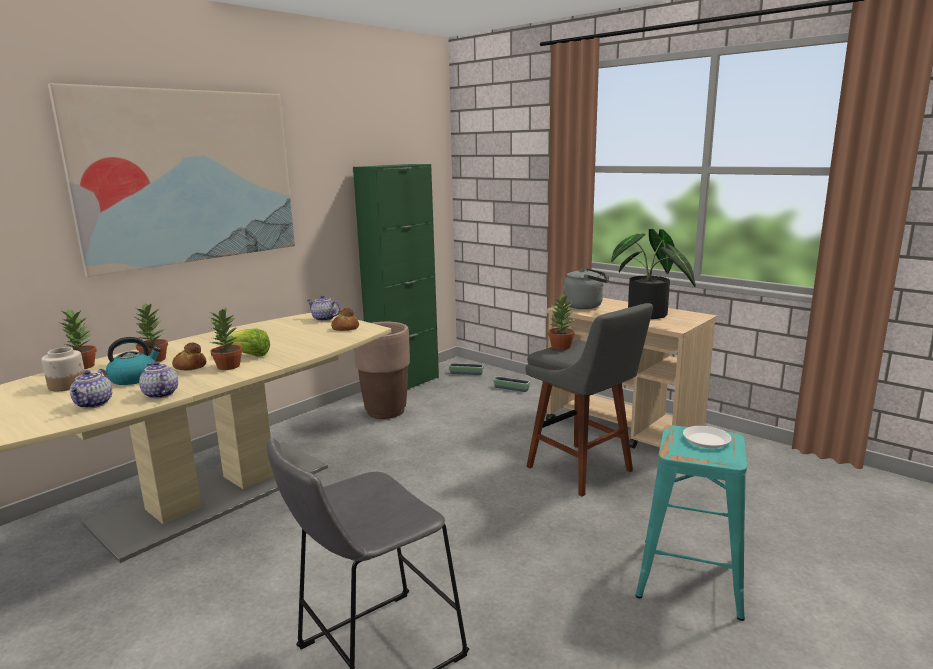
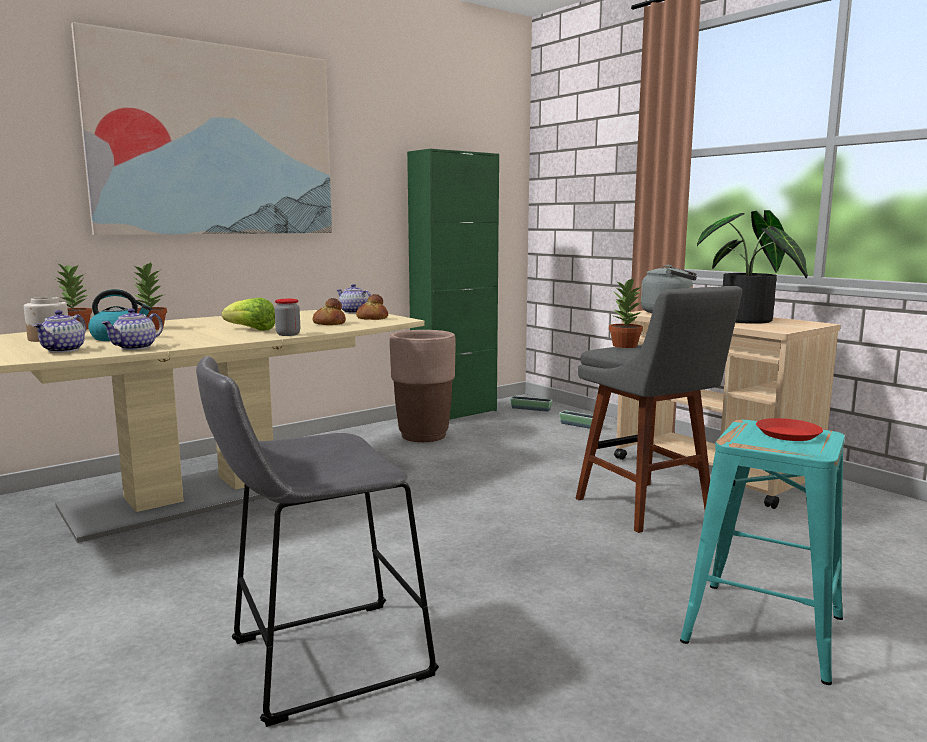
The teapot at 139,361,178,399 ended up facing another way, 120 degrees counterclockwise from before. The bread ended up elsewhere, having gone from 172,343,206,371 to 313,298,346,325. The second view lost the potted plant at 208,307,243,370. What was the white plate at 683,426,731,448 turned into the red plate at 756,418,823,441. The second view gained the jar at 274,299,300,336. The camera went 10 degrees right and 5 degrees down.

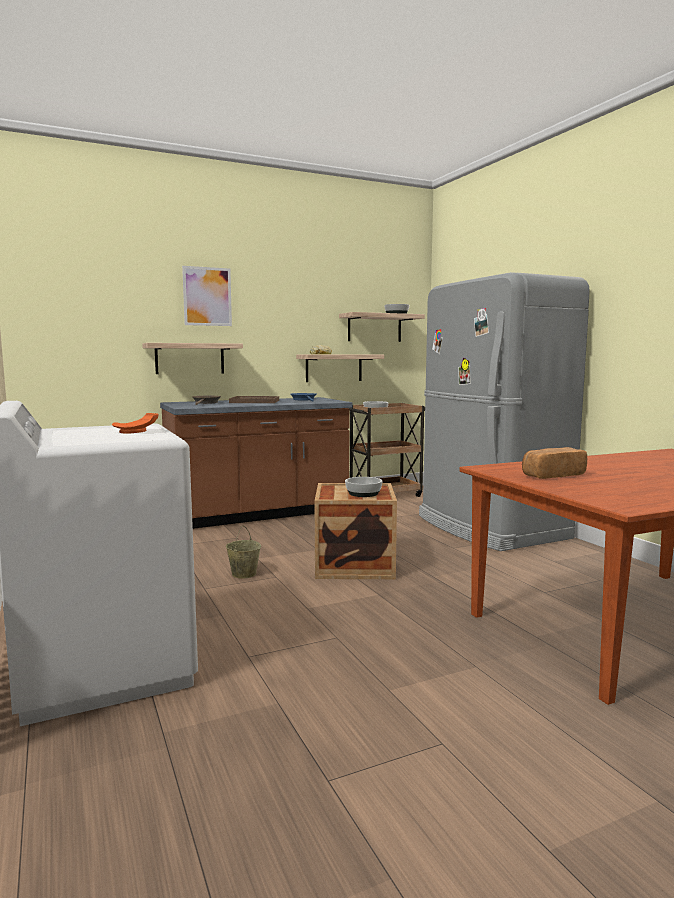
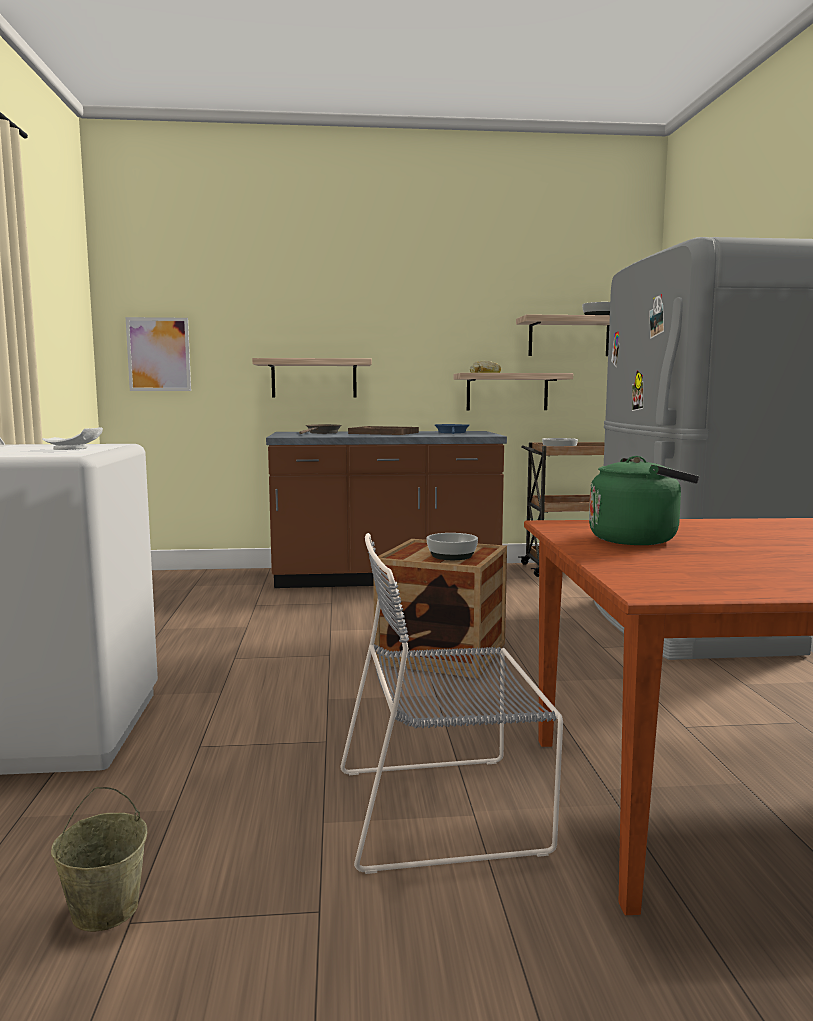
What was the orange plate at 112,413,158,434 turned into the white plate at 42,428,103,450. The picture ended up elsewhere, having gone from 182,266,232,326 to 126,317,191,391. The beige bucket ended up elsewhere, having gone from 226,525,261,578 to 51,787,147,932. Where the bread stood at 522,447,587,479, the green kettle came to stand at 589,456,699,545. The second view gained the grey chair at 340,533,563,874. The camera went 20 degrees right and 0 degrees up.

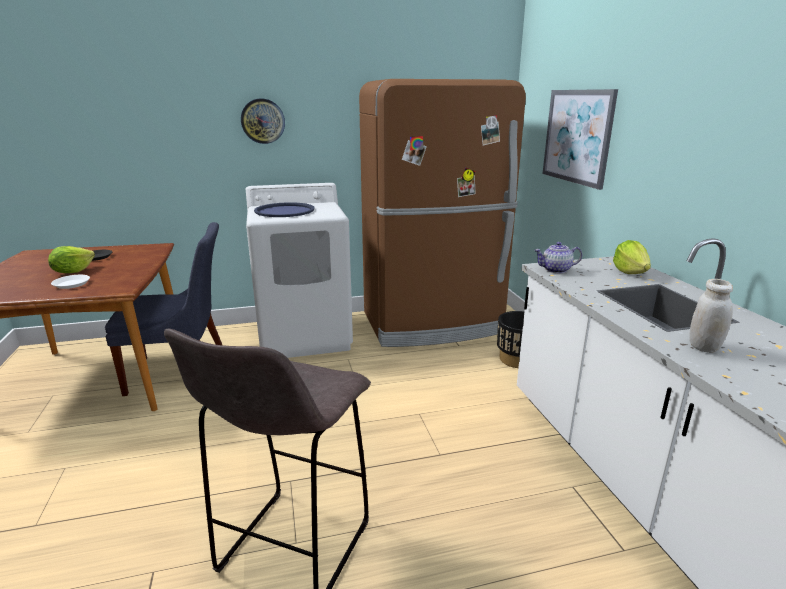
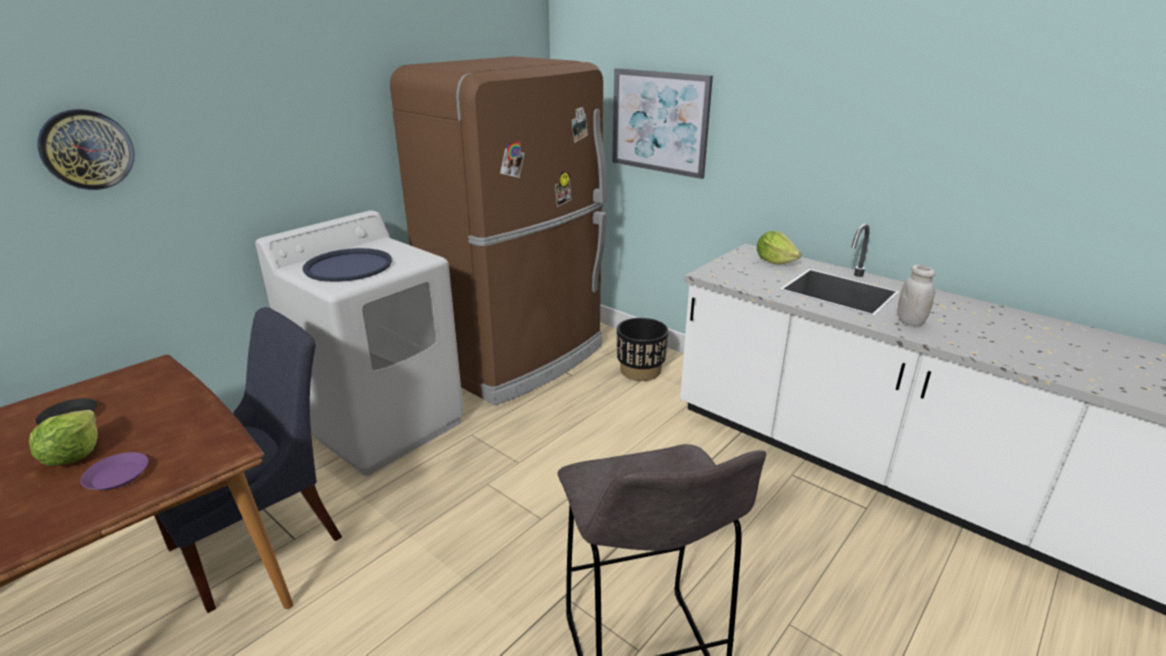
What was the white plate at 51,275,90,289 turned into the purple plate at 80,452,149,490. The wall clock ended up elsewhere, having gone from 241,98,285,144 to 38,109,135,190. The second view lost the teapot at 534,242,582,273. The camera went 35 degrees left and 5 degrees up.

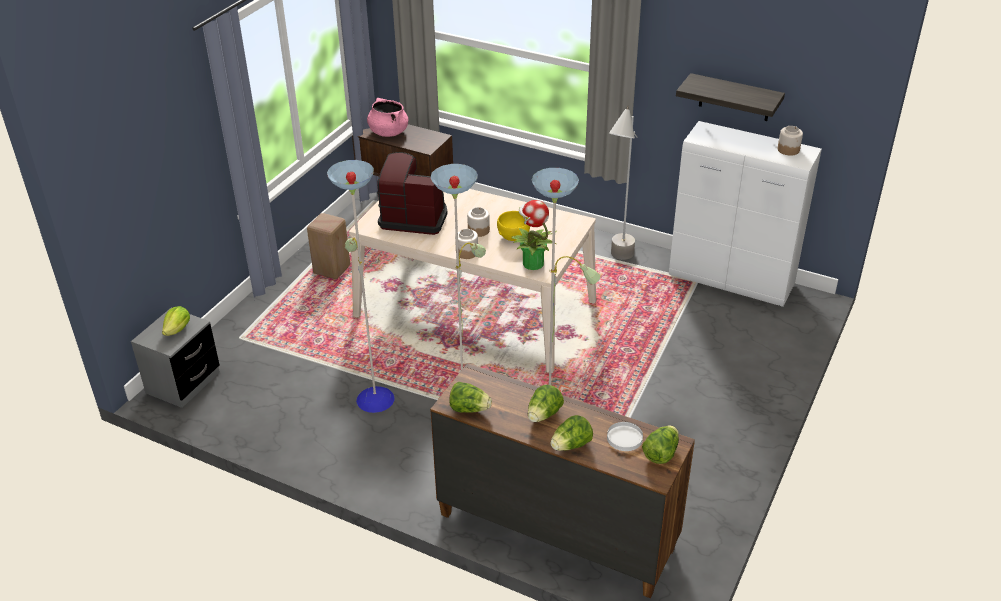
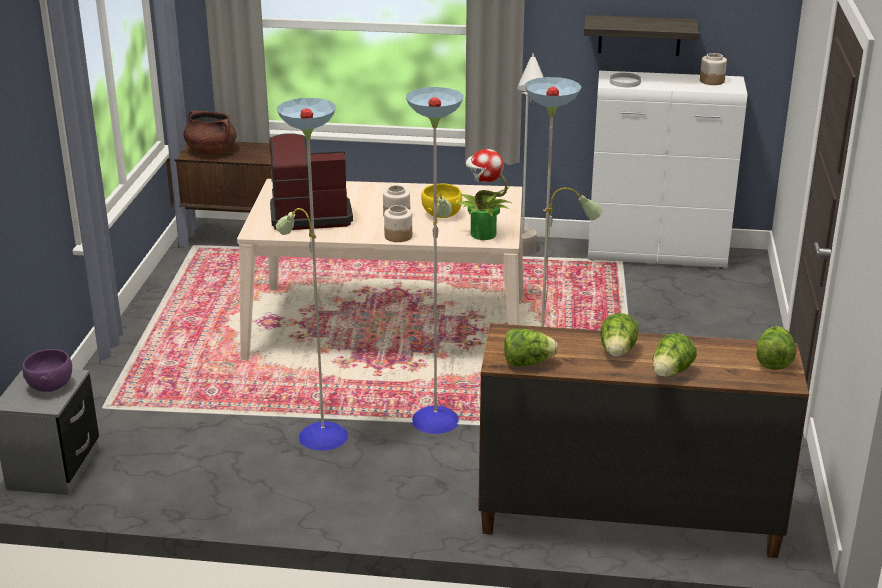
Where the lettuce stood at 162,306,190,336, the purple bowl came to stand at 22,349,72,392. The second view lost the beige stool at 307,213,350,279. What was the pink cooking pot at 367,98,408,137 turned into the brown cooking pot at 183,110,236,155. The white plate ended up elsewhere, having gone from 607,422,643,451 to 610,73,641,87. The camera went 20 degrees left and 10 degrees down.

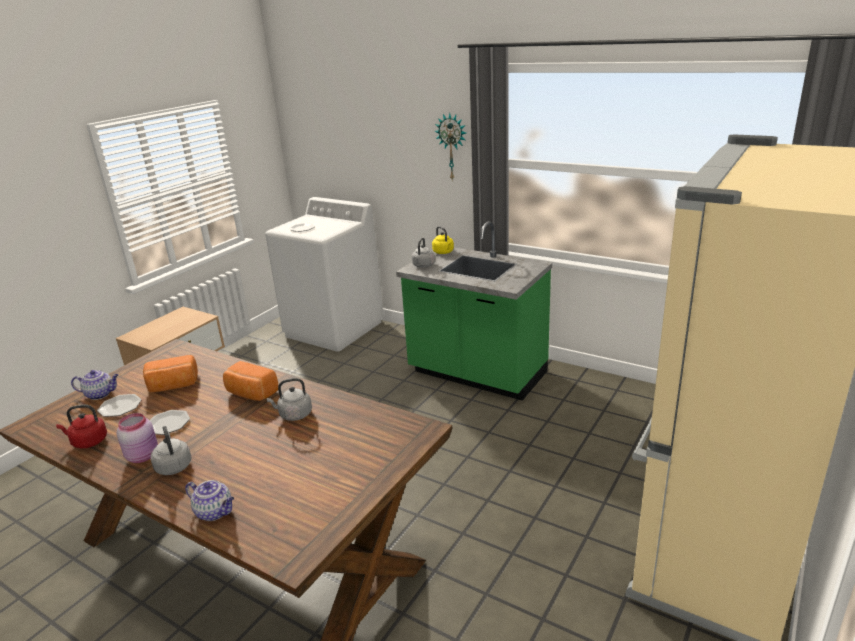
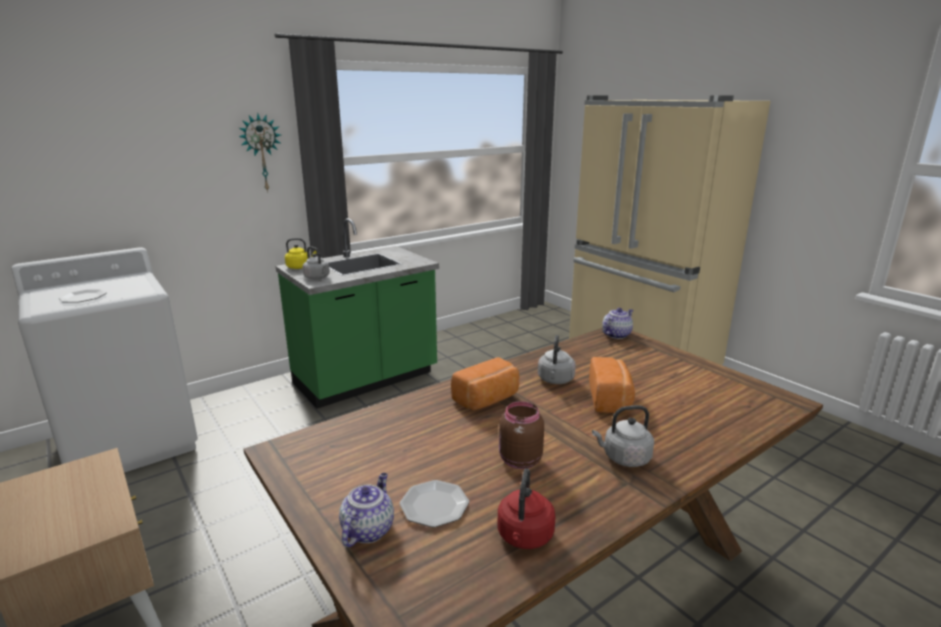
The second view lost the pink jar at 117,413,158,463. The bread ended up elsewhere, having gone from 143,355,198,392 to 589,357,635,413. Where the plate stood at 150,410,190,435, the brown jar came to stand at 499,401,544,469. The teapot ended up elsewhere, having gone from 185,480,234,521 to 602,308,633,339. The camera went 70 degrees left and 5 degrees down.

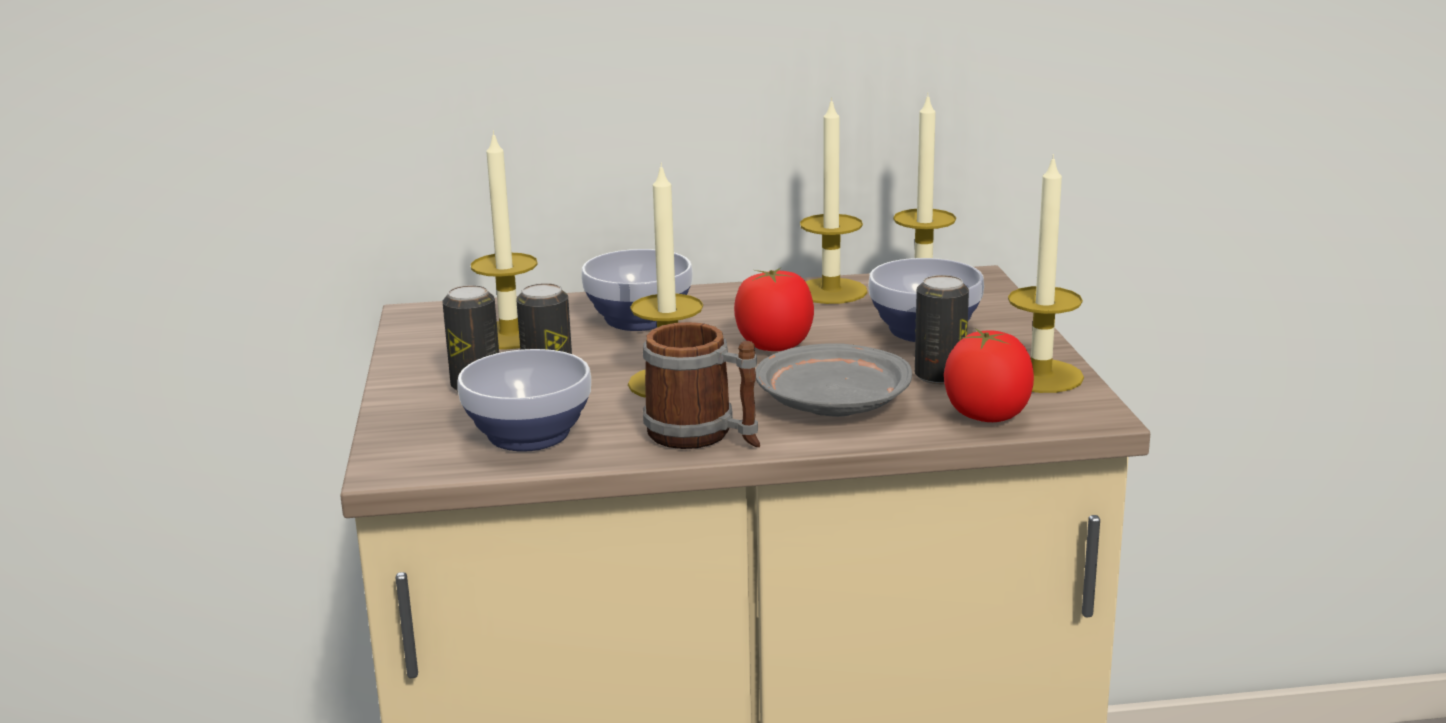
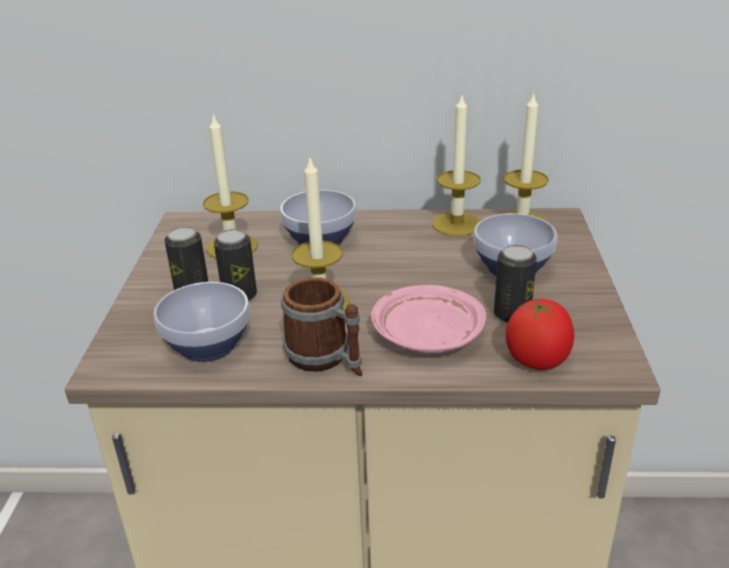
The second view lost the tomato at 734,267,814,351. What was the grey plate at 755,343,912,417 turned into the pink plate at 371,285,486,354. The second view lost the candle at 1008,154,1084,393. The camera went 10 degrees right and 10 degrees up.

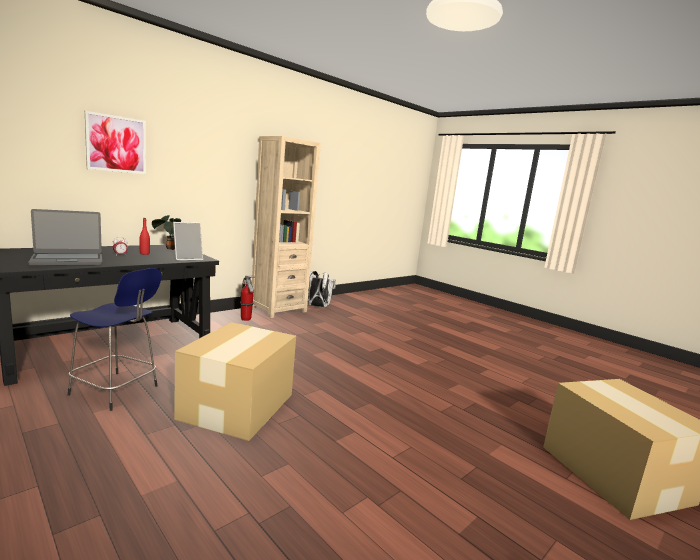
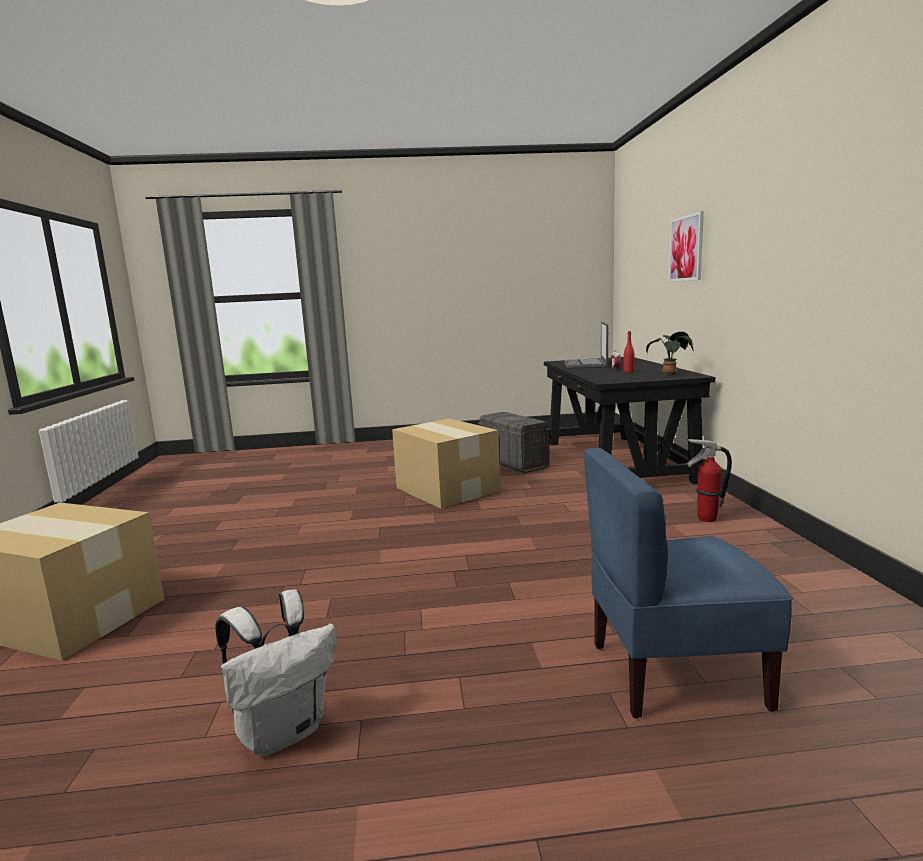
Where the blue stool stood at 68,268,162,411, the grey storage box came to stand at 478,412,551,474. The second view lost the picture frame at 173,222,203,261. The second view lost the beige bookcase at 252,136,321,318. The white backpack ended up elsewhere, having gone from 308,271,336,307 to 215,590,336,756. The second view gained the blue chair at 583,447,793,718. The camera went 130 degrees right and 0 degrees up.

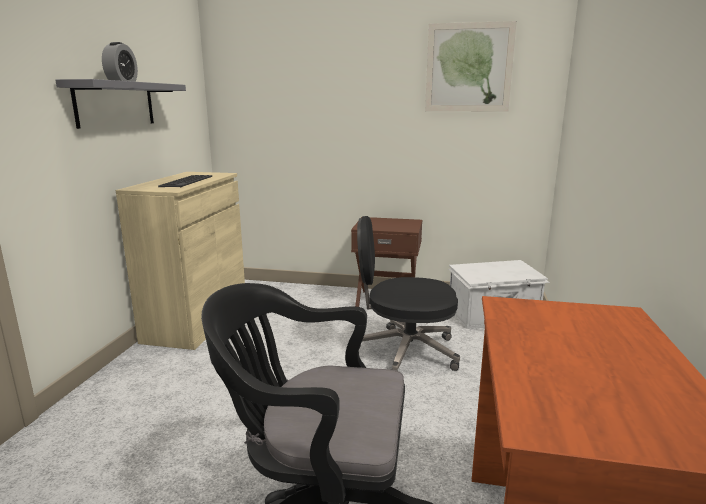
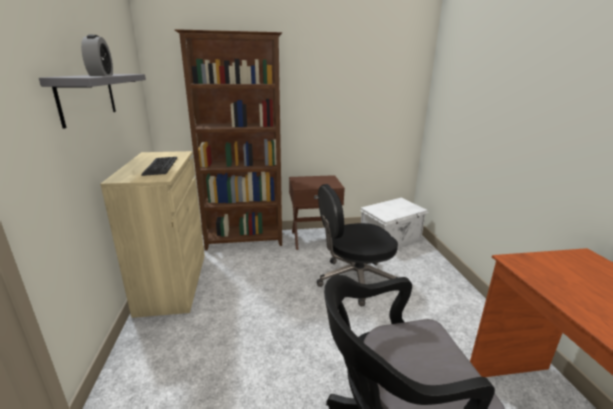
The second view lost the picture at 425,21,517,112. The second view gained the brown bookcase at 175,29,282,251. The camera went 20 degrees left and 5 degrees up.

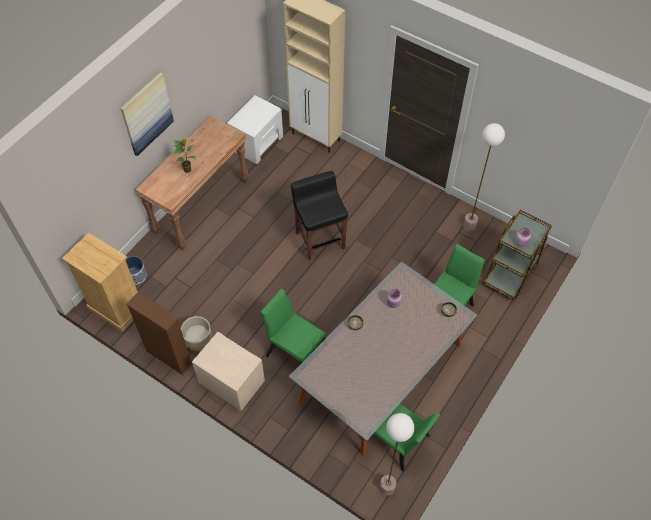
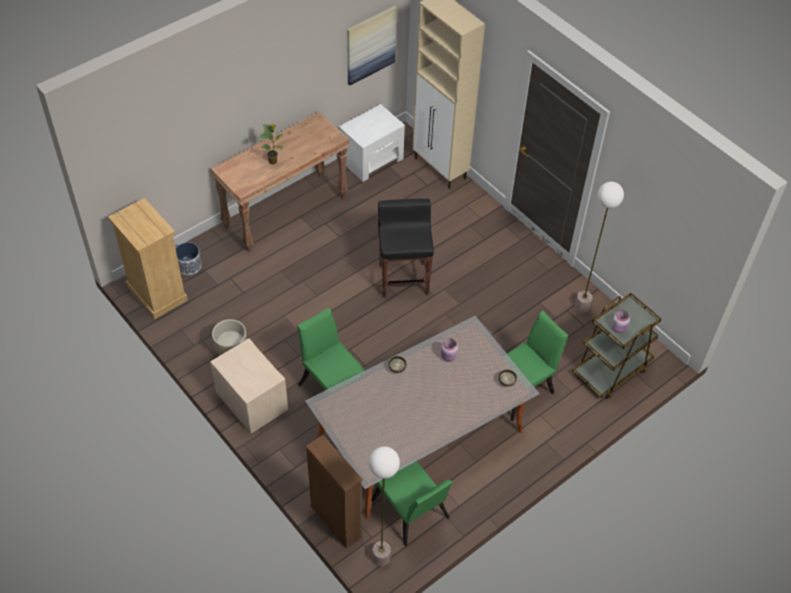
The picture ended up elsewhere, having gone from 120,73,174,156 to 347,6,397,85. The brown bookcase ended up elsewhere, having gone from 126,292,192,375 to 306,435,363,549. The camera went 15 degrees right and 5 degrees down.

